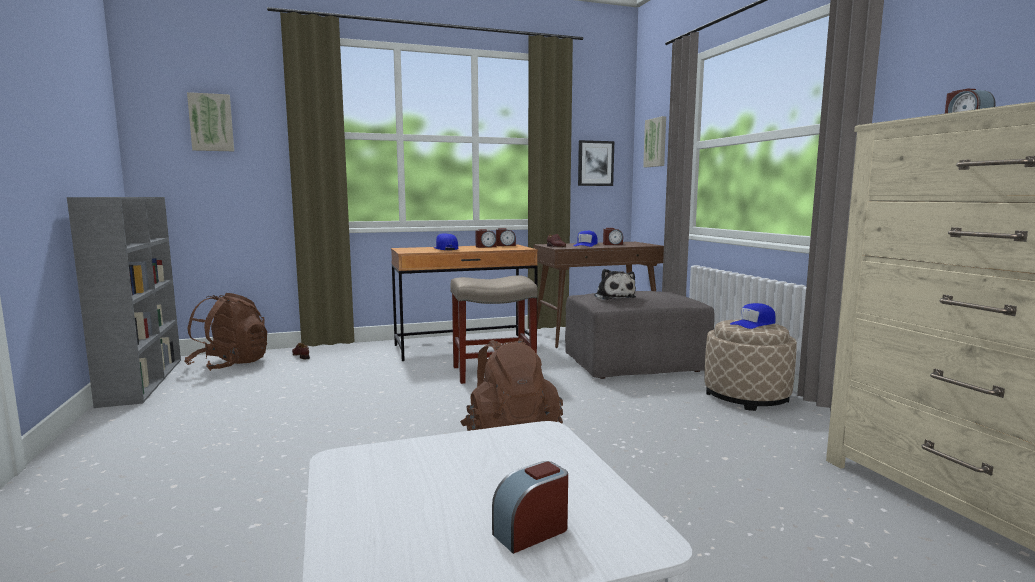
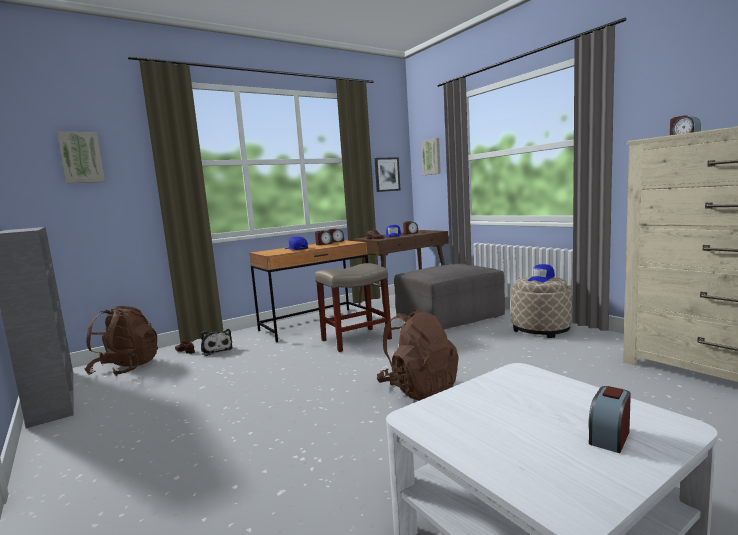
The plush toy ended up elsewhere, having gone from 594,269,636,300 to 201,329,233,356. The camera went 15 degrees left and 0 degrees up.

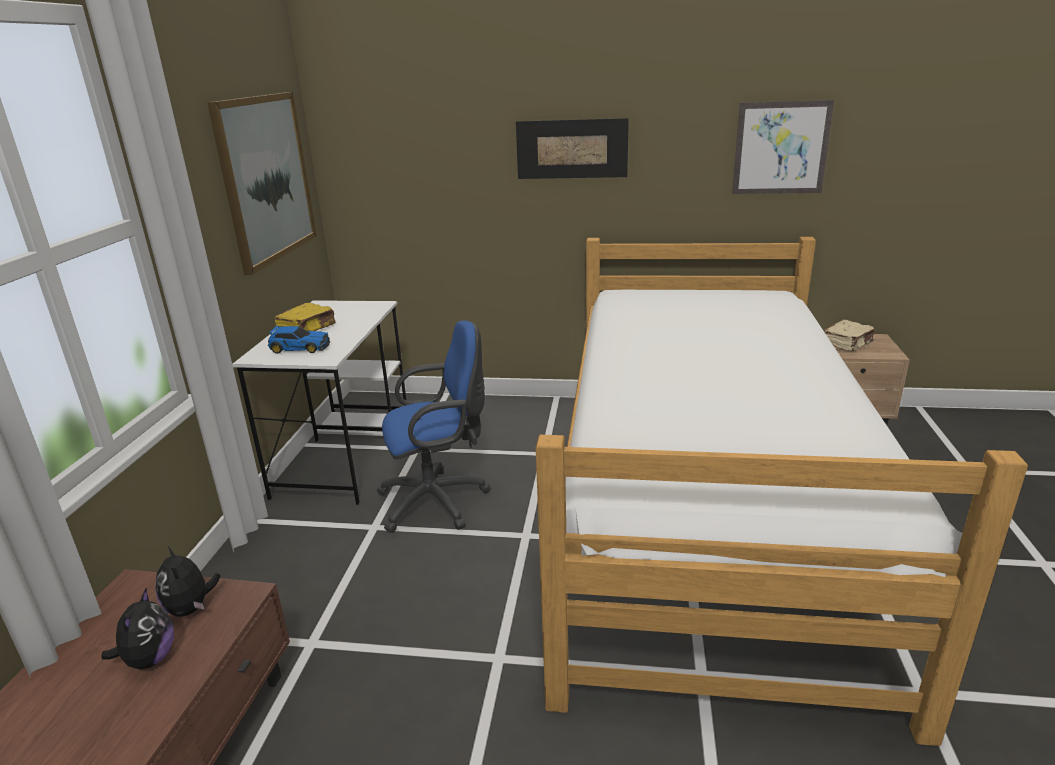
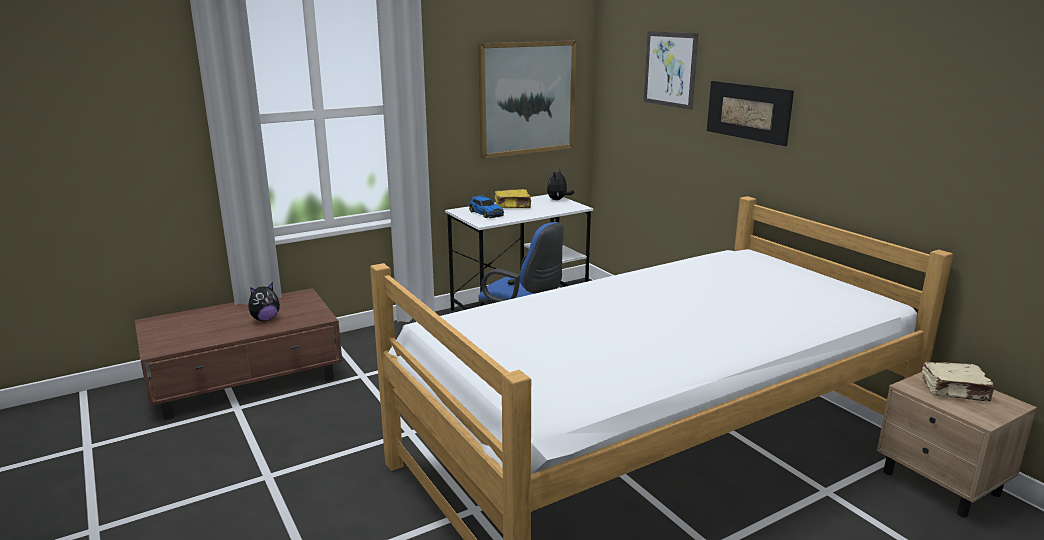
The plush toy ended up elsewhere, having gone from 155,546,220,617 to 547,169,574,200. The picture ended up elsewhere, having gone from 732,100,834,194 to 644,31,698,110. The camera went 50 degrees right and 5 degrees down.

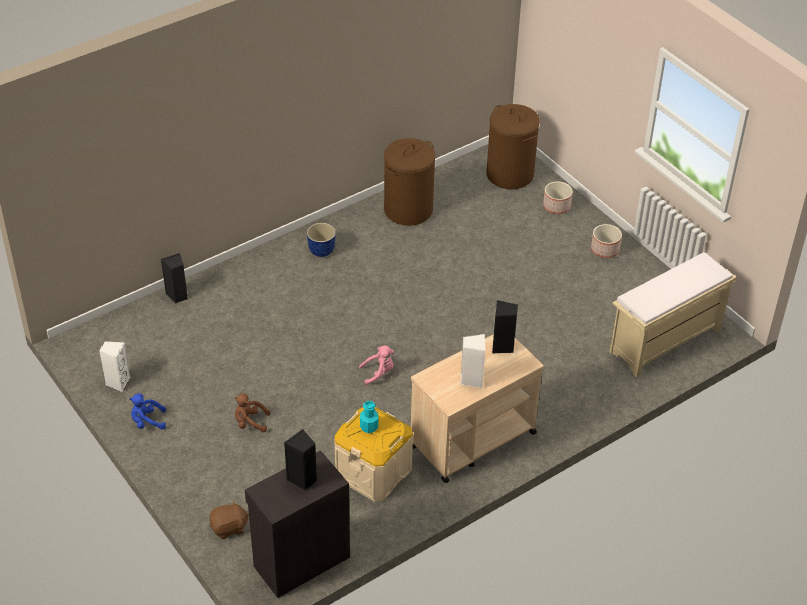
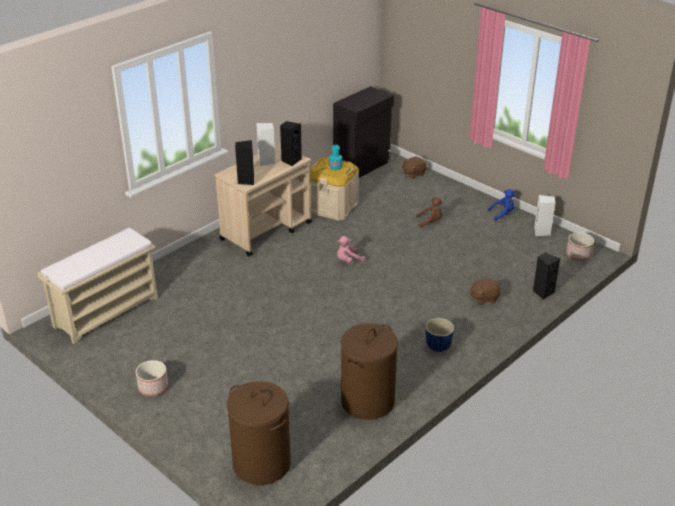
The black speaker ended up elsewhere, having gone from 284,429,317,490 to 280,121,302,166. The planter ended up elsewhere, having gone from 543,181,573,214 to 566,233,594,261. The second view gained the brown plush toy at 469,278,500,305. The camera went 170 degrees right and 10 degrees down.

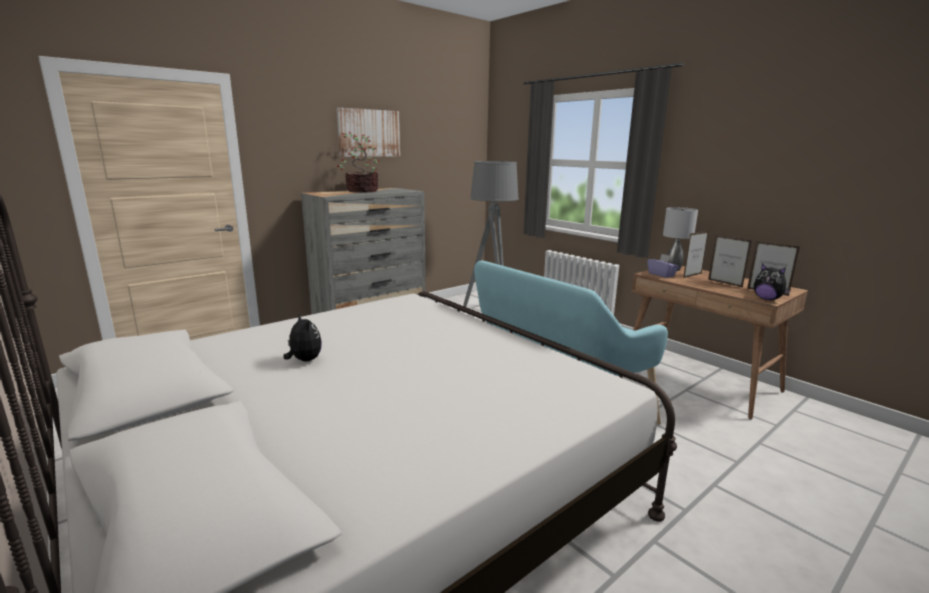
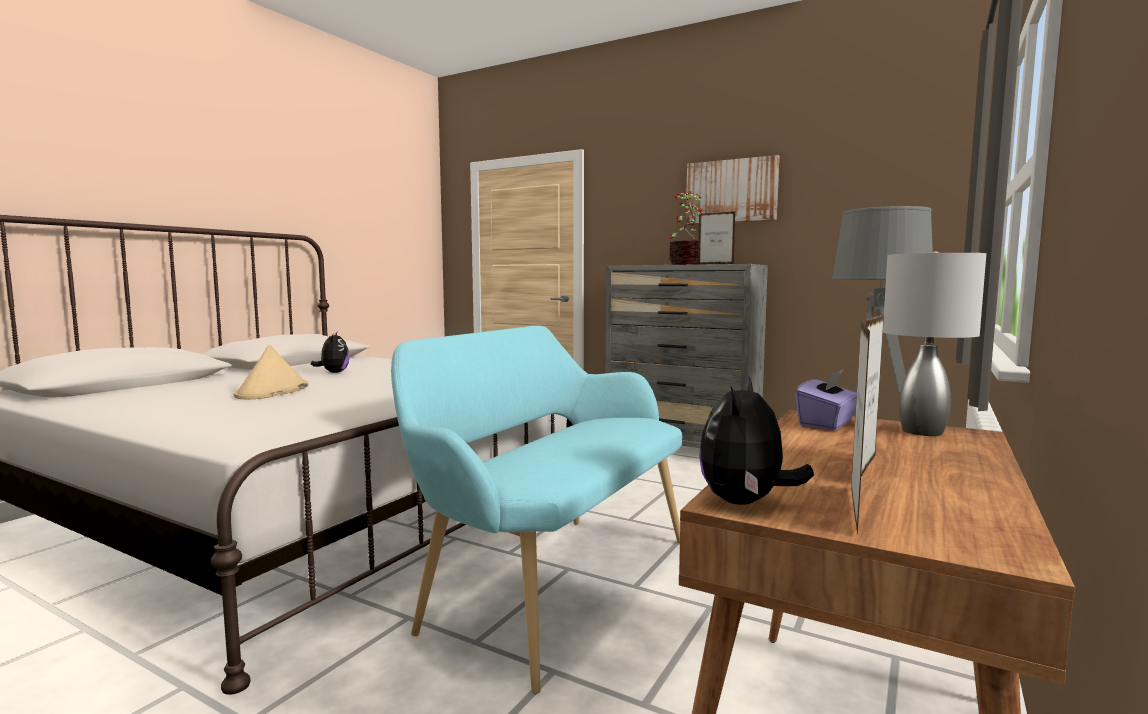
The plush toy at 283,313,322,362 ended up facing another way, 45 degrees counterclockwise from before. The picture frame ended up elsewhere, having gone from 683,231,708,278 to 698,211,736,264. The second view gained the beige hat at 234,345,309,399. The camera went 70 degrees right and 10 degrees down.

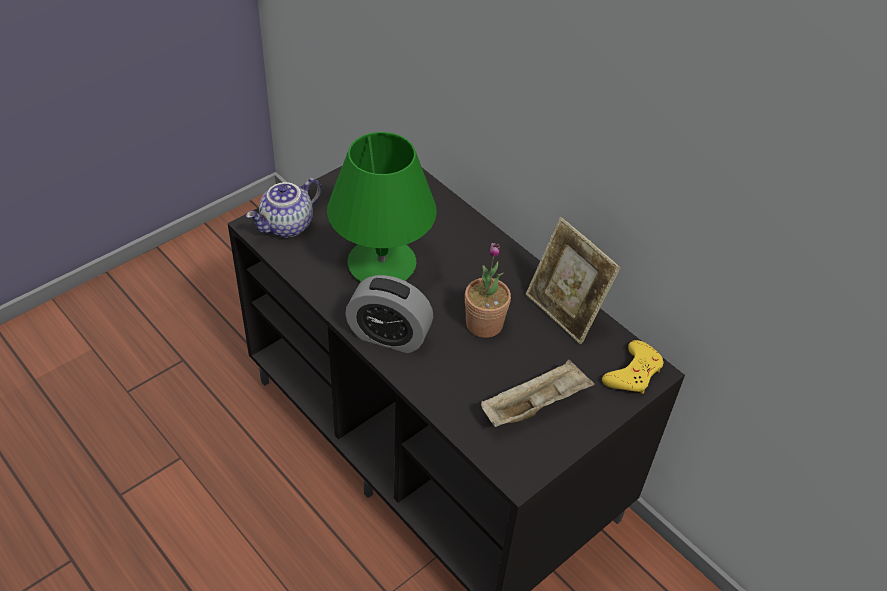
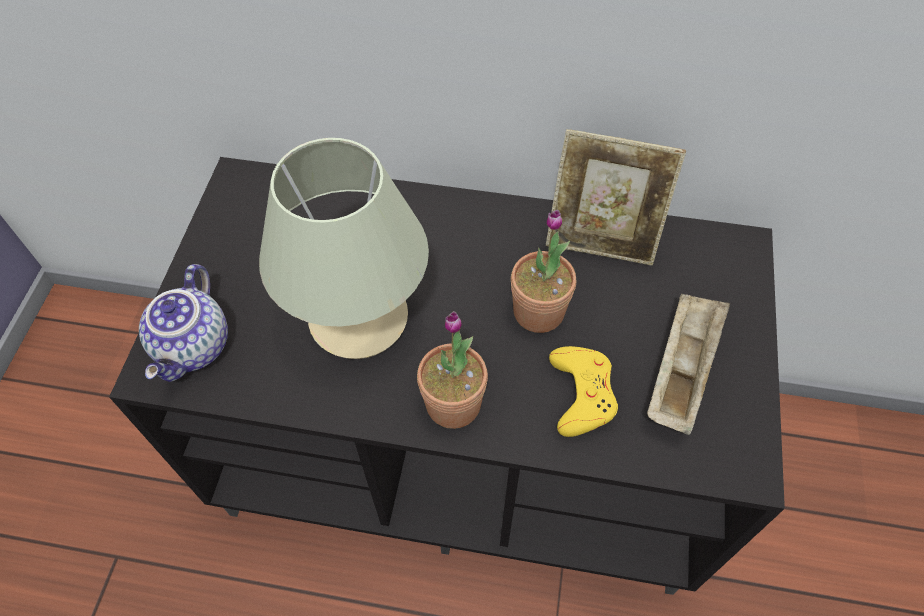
What was the green table lamp at 327,132,437,282 turned into the beige table lamp at 259,138,429,359. Where the alarm clock stood at 345,275,433,353, the potted plant came to stand at 417,311,488,429. The yellow game controller ended up elsewhere, having gone from 602,340,664,394 to 549,346,618,437. The camera went 35 degrees left and 10 degrees up.

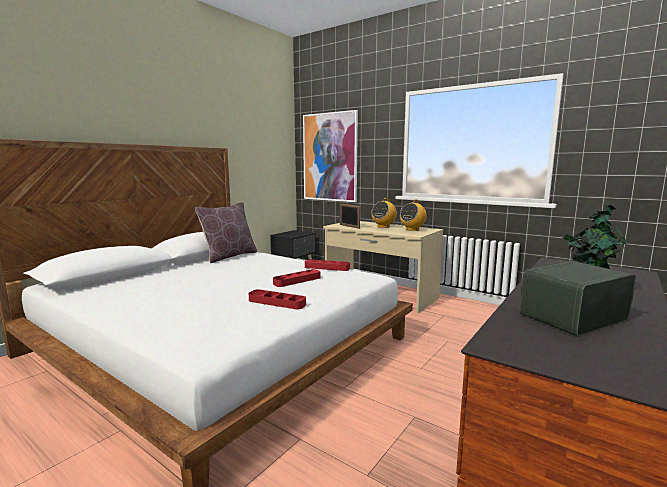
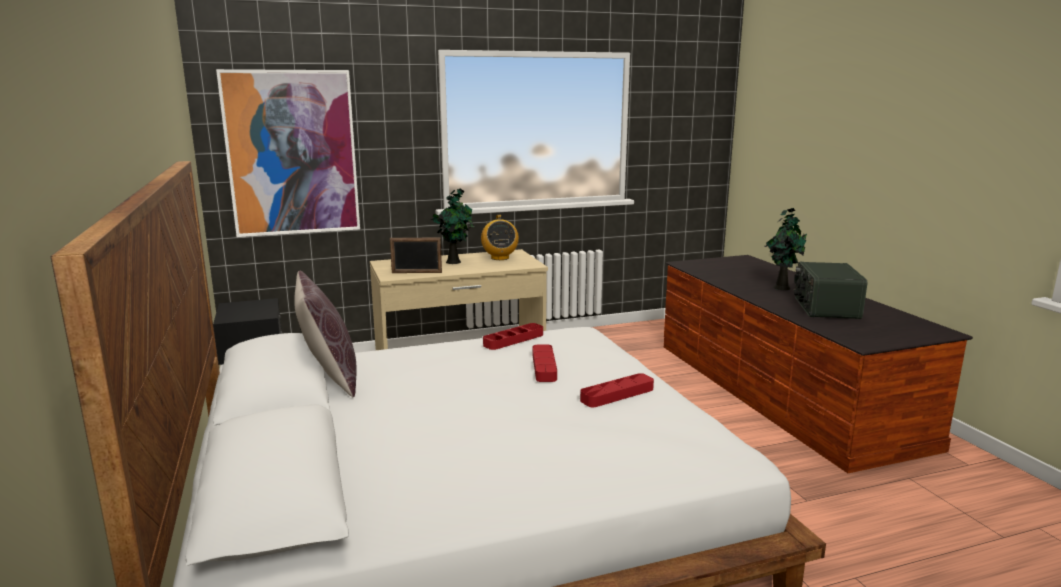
Where the radio stood at 371,198,397,228, the potted plant came to stand at 431,189,475,264. The camera went 55 degrees left and 5 degrees up.

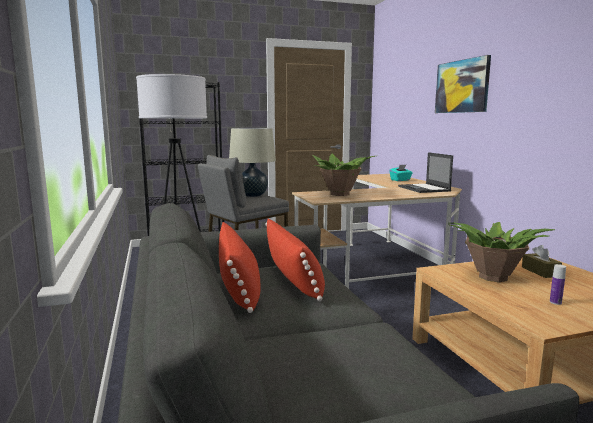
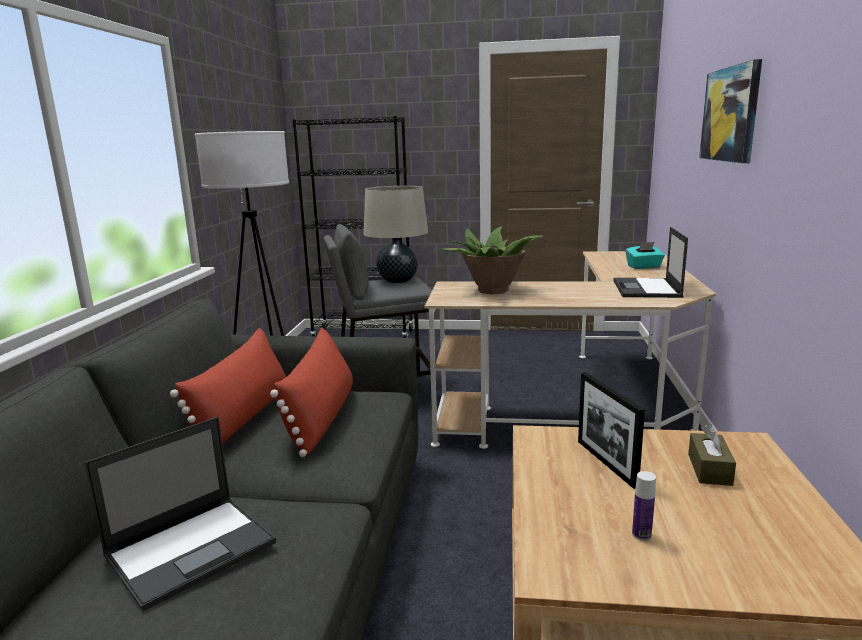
Where the potted plant stood at 448,222,555,282, the picture frame came to stand at 578,372,645,489. The second view gained the laptop at 84,417,276,612. The camera went 25 degrees right and 5 degrees up.

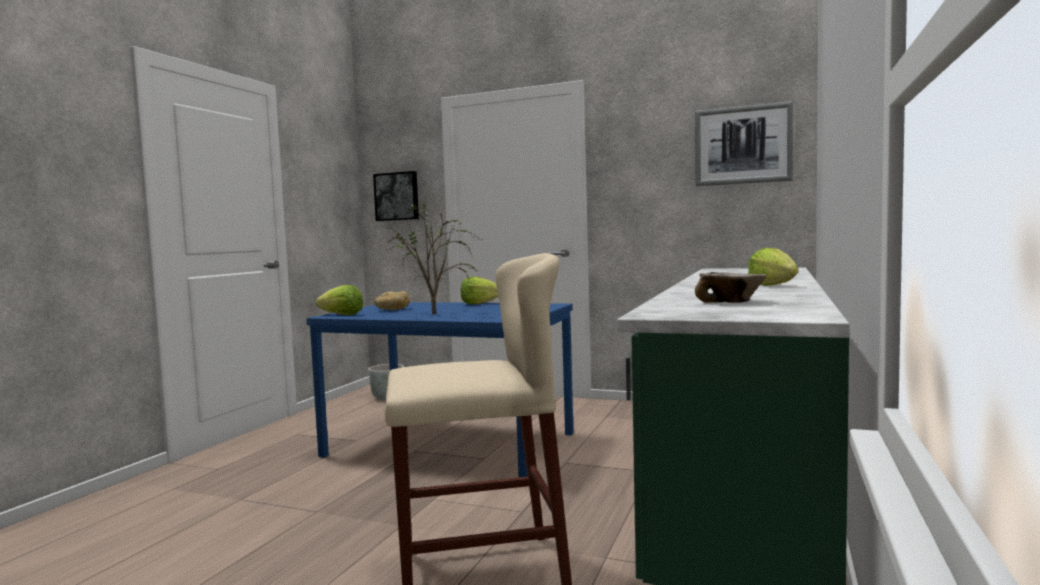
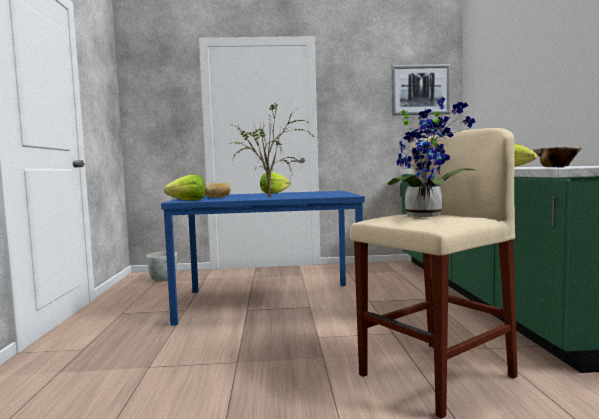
The second view lost the picture at 373,171,419,221. The second view gained the potted plant at 388,97,475,217. The camera went 25 degrees left and 0 degrees up.

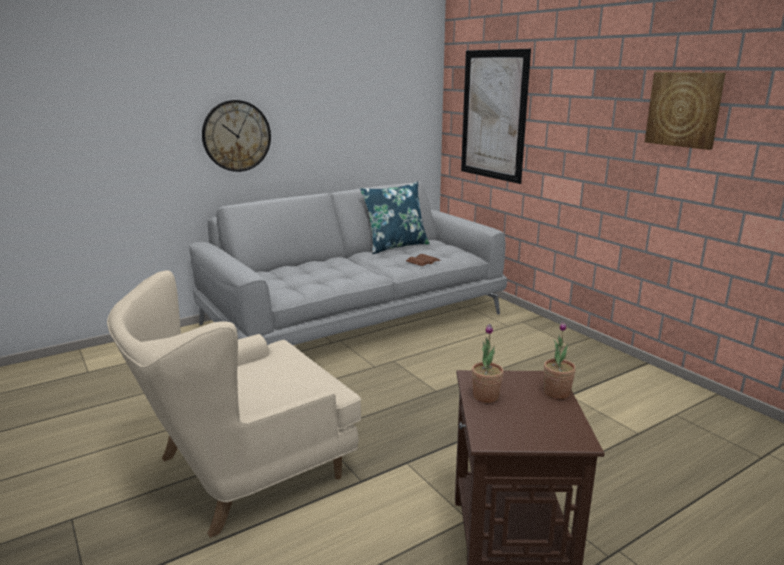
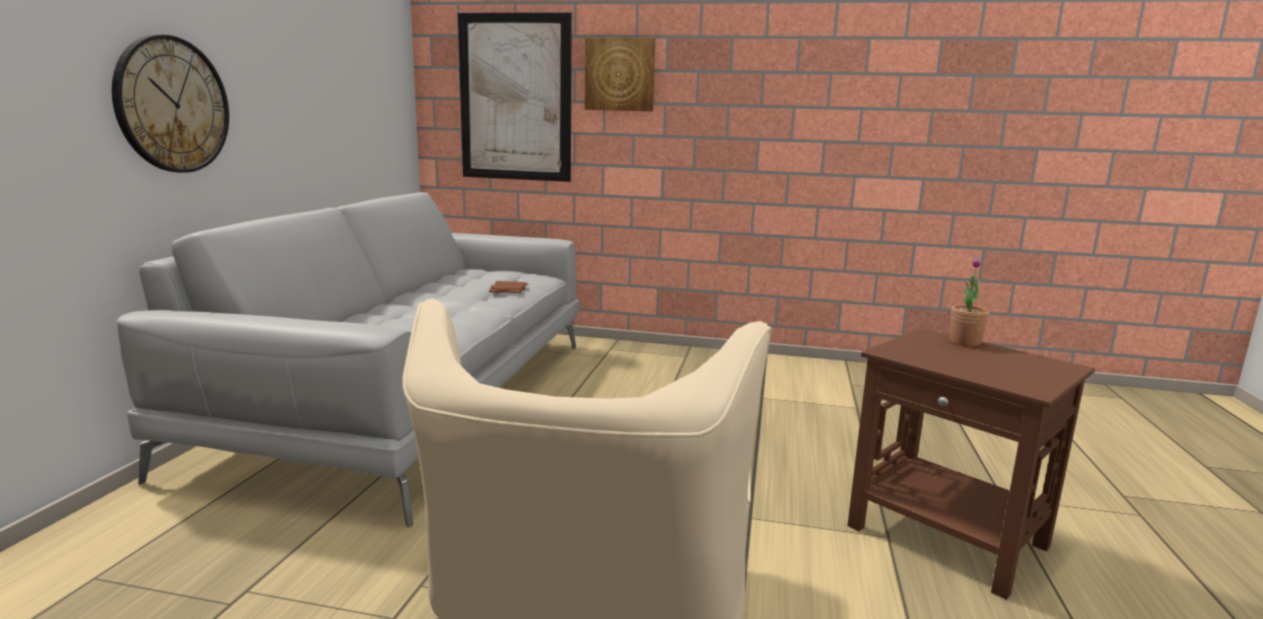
The second view lost the blue pillow at 360,182,430,254. The second view lost the potted plant at 472,324,504,403. The picture ended up elsewhere, having gone from 645,72,726,150 to 585,37,655,111. The camera went 45 degrees left and 5 degrees down.

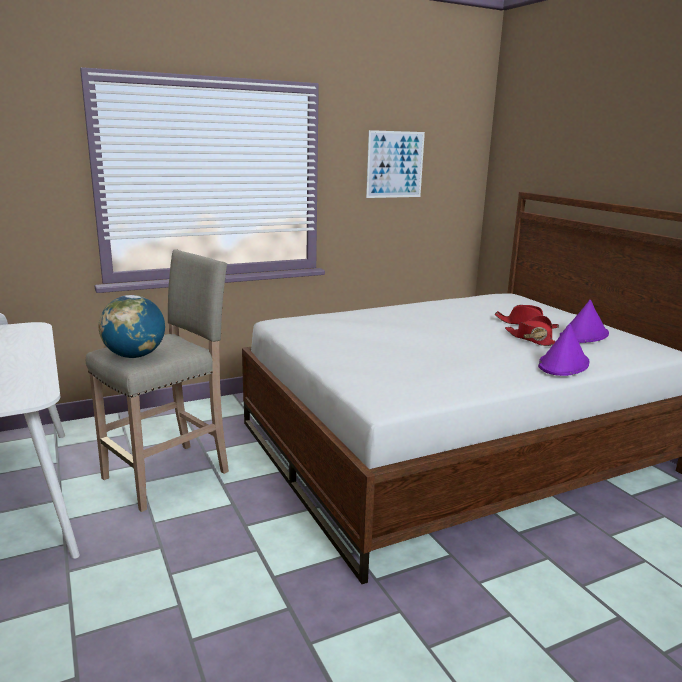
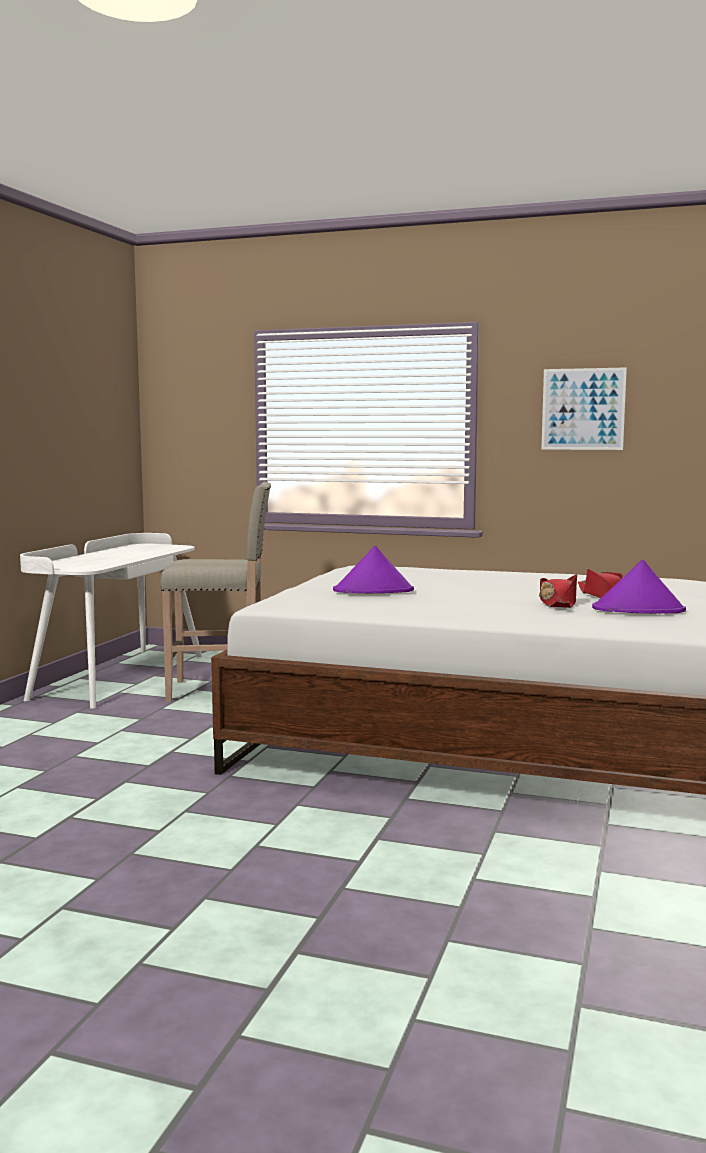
The second view lost the globe at 99,295,165,358. The purple hat ended up elsewhere, having gone from 538,324,589,376 to 333,546,414,593. The camera went 45 degrees right and 10 degrees down.

